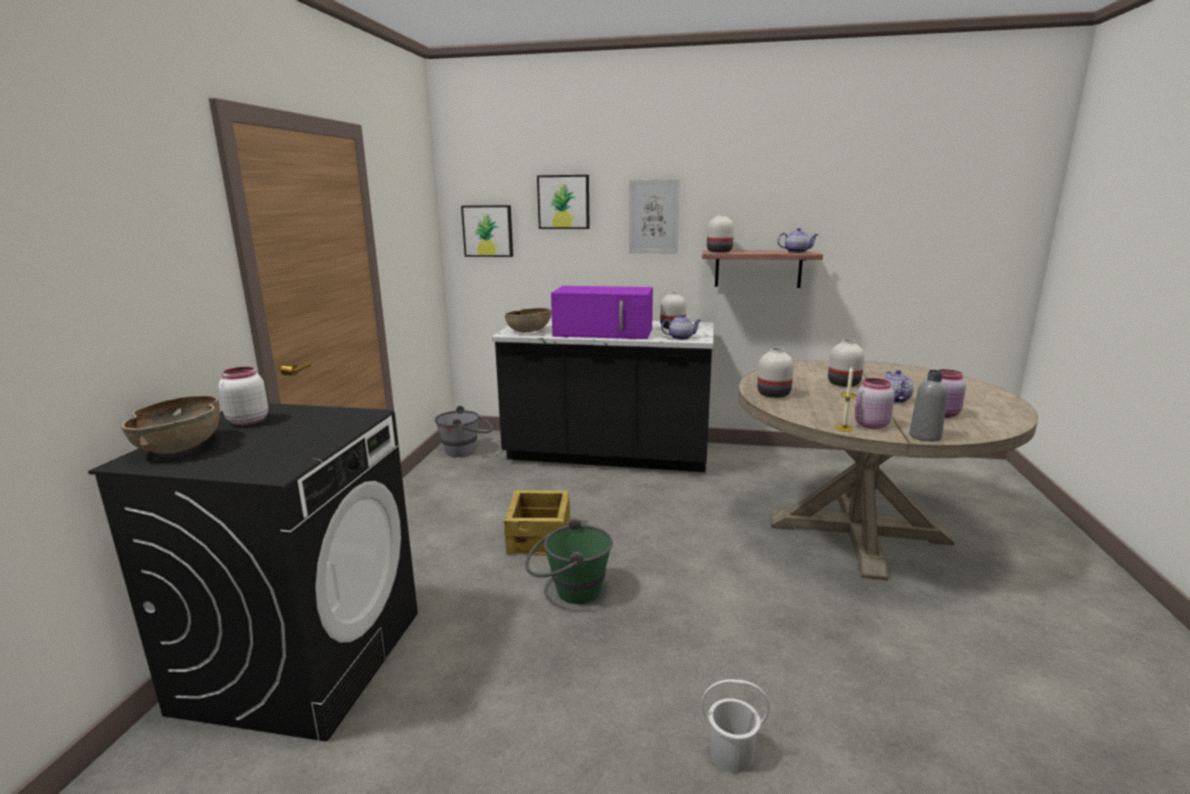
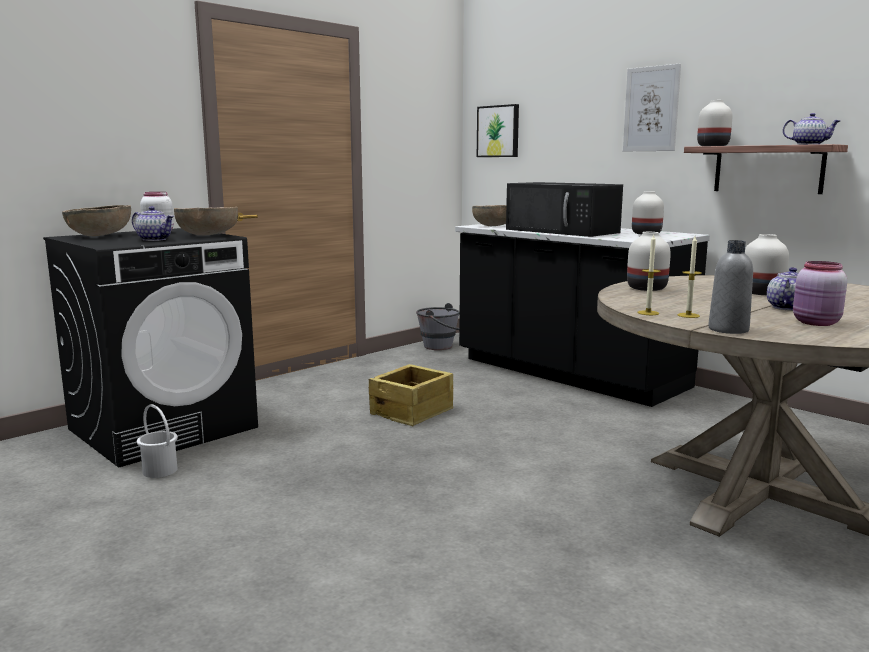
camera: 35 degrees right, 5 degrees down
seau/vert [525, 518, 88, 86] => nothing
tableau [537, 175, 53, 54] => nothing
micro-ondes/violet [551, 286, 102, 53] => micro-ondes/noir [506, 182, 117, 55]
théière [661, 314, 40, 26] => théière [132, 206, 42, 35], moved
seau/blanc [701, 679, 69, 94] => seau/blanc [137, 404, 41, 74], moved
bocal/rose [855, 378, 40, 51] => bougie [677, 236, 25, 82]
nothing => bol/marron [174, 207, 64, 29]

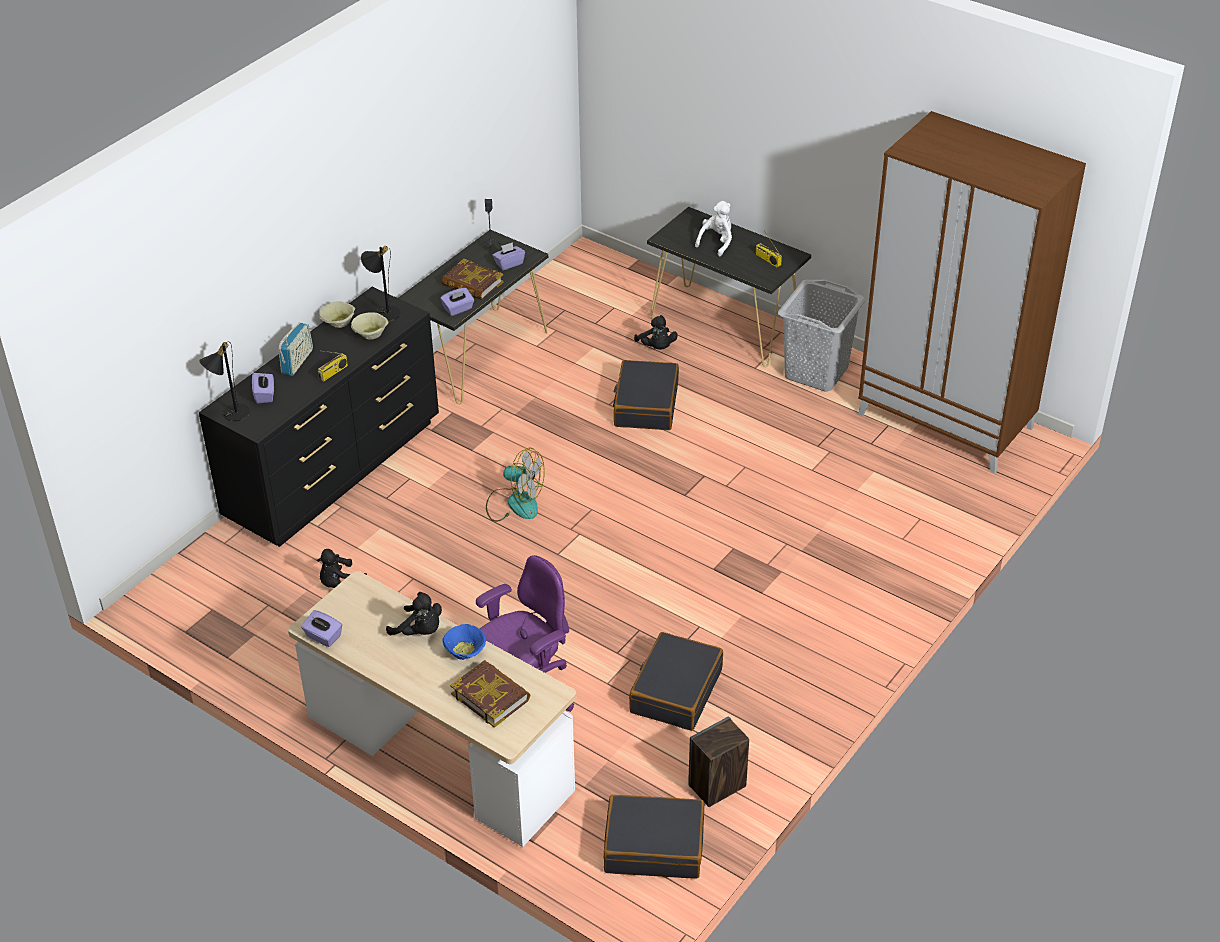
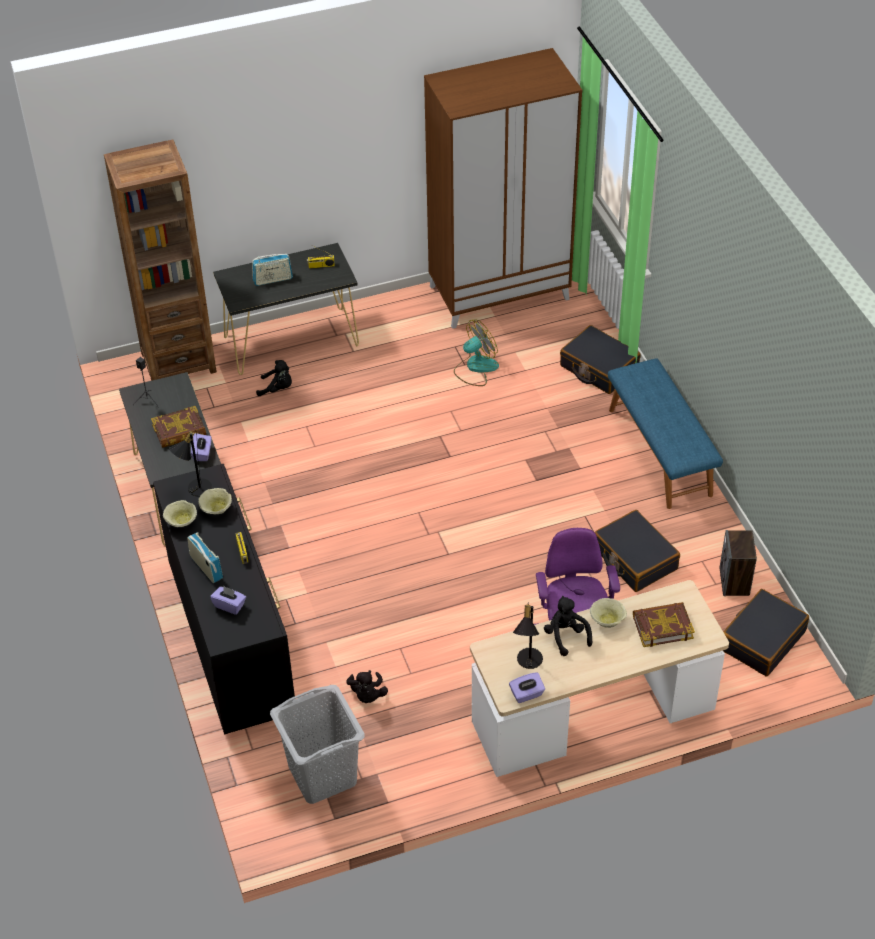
camera: 55 degrees left, 5 degrees up
lampe de table/noir [199, 342, 51, 79] => lampe de table/noir [513, 604, 30, 65], moved
peluche/noir [386, 592, 56, 43] => peluche/noir [544, 596, 48, 60], 90 degrees counterclockwise
bol/bleu [443, 624, 43, 36] => bol/beige [590, 598, 37, 30]
ventilateur [486, 447, 59, 75] => ventilateur [454, 320, 45, 66], moved
boîte à mouchoirs/violet [493, 242, 32, 28] => nothing
valise/noir [613, 360, 66, 70] => valise/noir [560, 325, 80, 69], moved
peluche/blanc [695, 201, 37, 55] => radio [252, 254, 41, 32]
panier à linge/gris [778, 279, 88, 113] => panier à linge/gris [270, 685, 95, 119], moved
nothing => bibliothèque/marron [104, 140, 113, 241]
nothing => banc/bleu [608, 358, 115, 151]

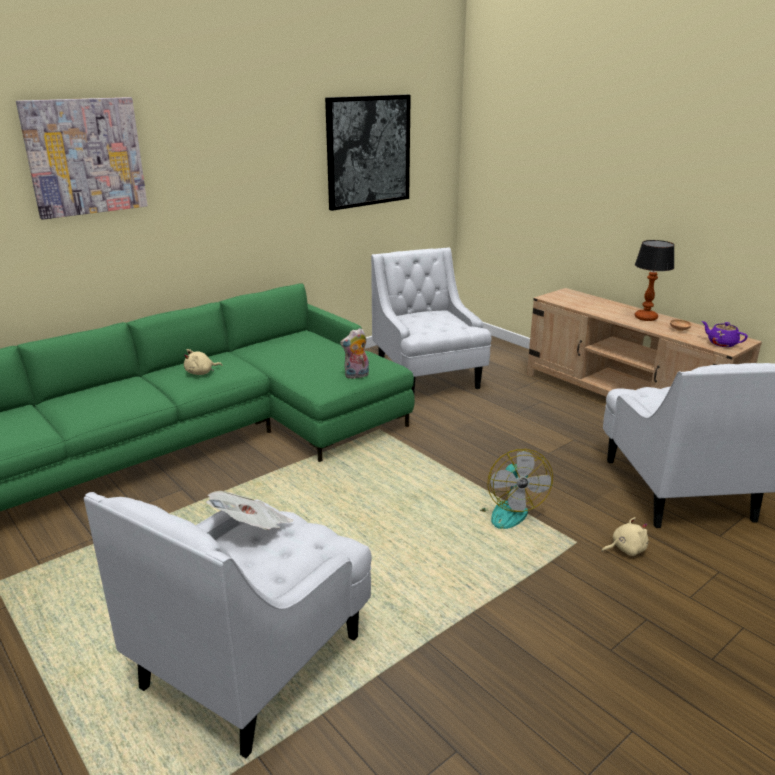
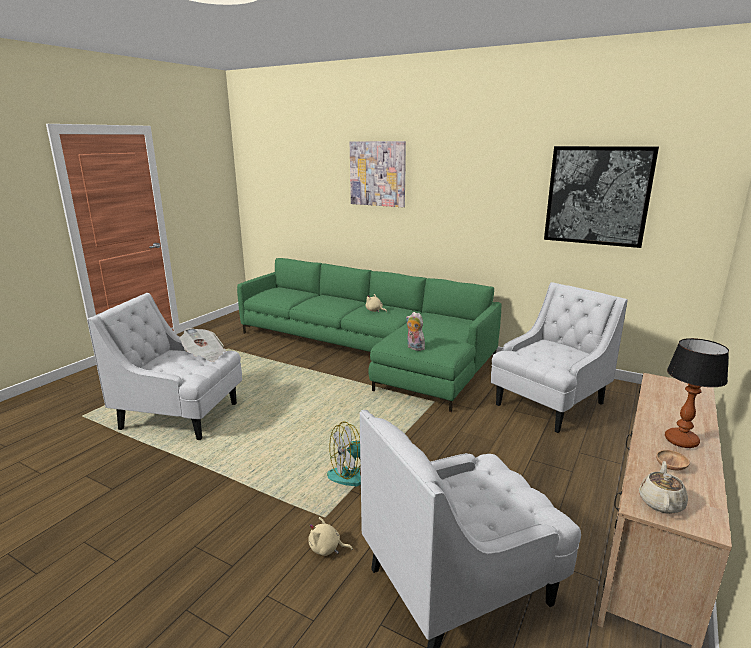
camera: 70 degrees right, 5 degrees down
peluche/beige [602, 517, 46, 39] => peluche/beige [308, 517, 45, 39], 135 degrees clockwise
théière/violet [702, 321, 46, 26] => théière/beige [639, 461, 49, 53]

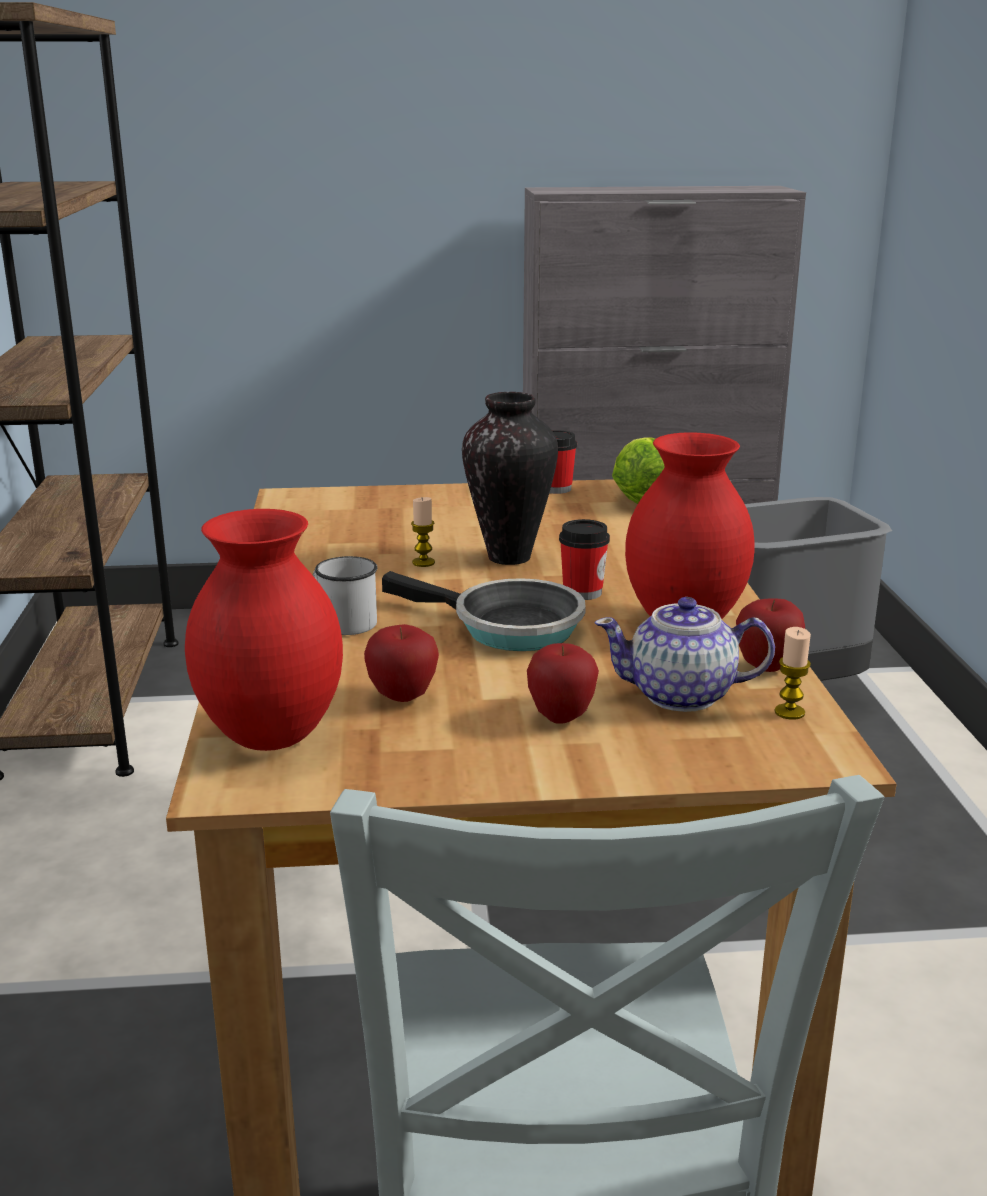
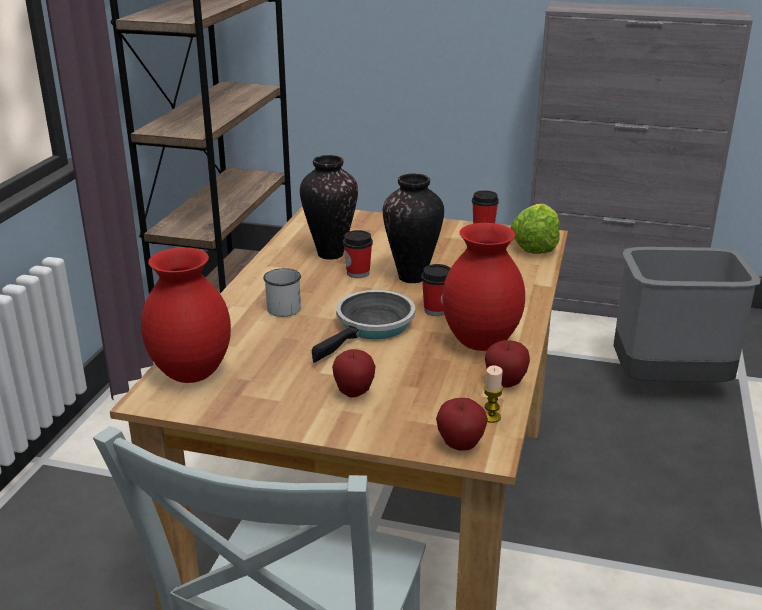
camera: 20 degrees right, 5 degrees up
pomme [364, 624, 75, 78] => pomme [436, 398, 52, 53], moved
poêle [382, 571, 204, 80] => poêle [312, 290, 103, 73], 105 degrees counterclockwise
bougie [411, 497, 24, 70] => tasse [343, 230, 30, 48]
théière [594, 597, 181, 115] => nothing
nothing => vase [300, 155, 58, 105]

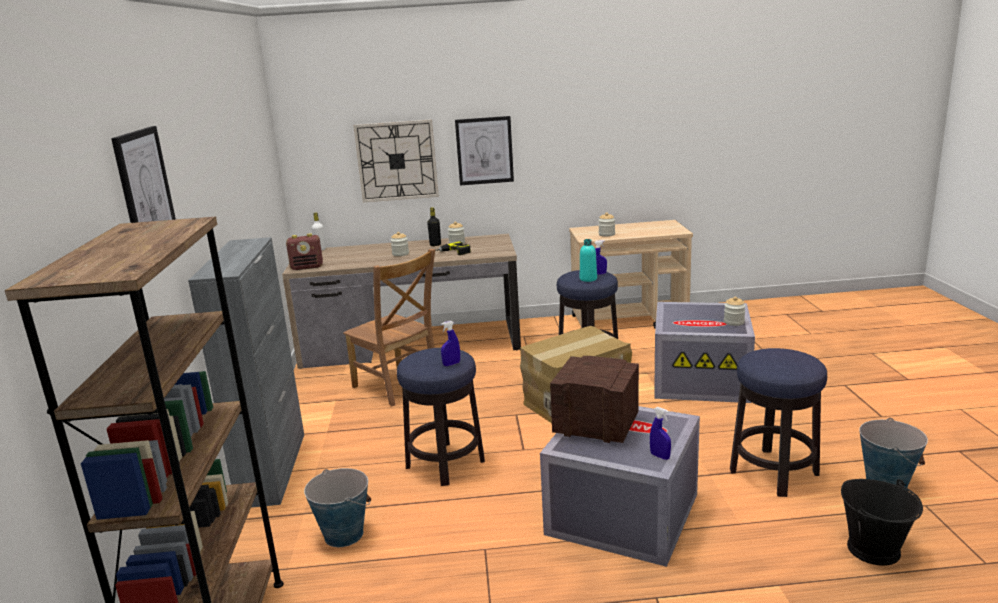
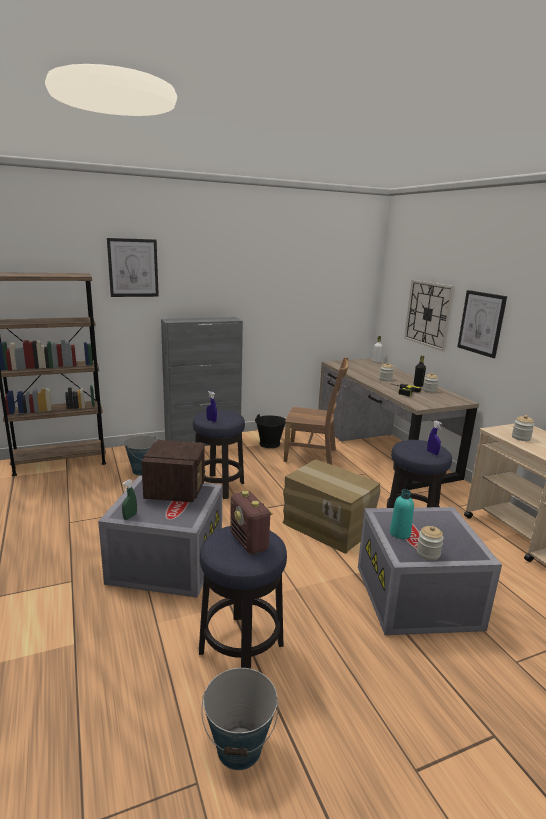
camera: 70 degrees right, 0 degrees up
radio [286, 233, 37, 37] => radio [230, 491, 43, 63], moved
chaise/marron [343, 249, 92, 157] => chaise/marron [284, 357, 65, 108], 105 degrees counterclockwise
bouteille/turquoise [580, 239, 17, 43] => bouteille/turquoise [390, 489, 24, 50], moved
vaporisateur/bleu [650, 407, 21, 53] => vaporisateur/vert [122, 479, 15, 41]
seau/noir [841, 479, 82, 87] => seau/noir [255, 414, 31, 34], moved

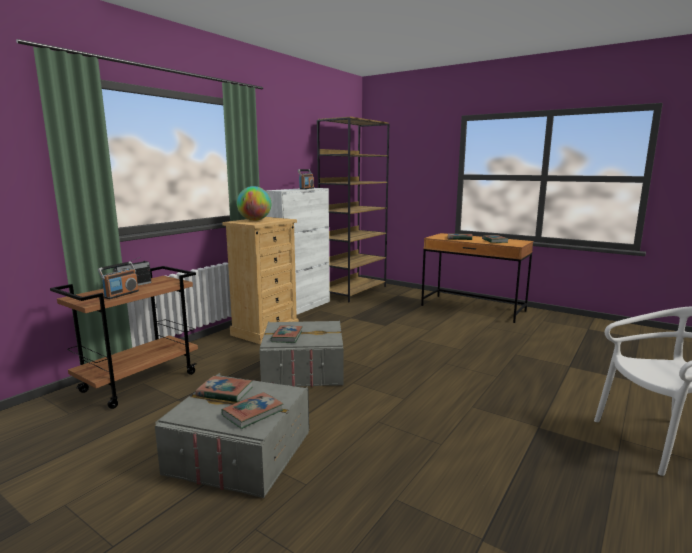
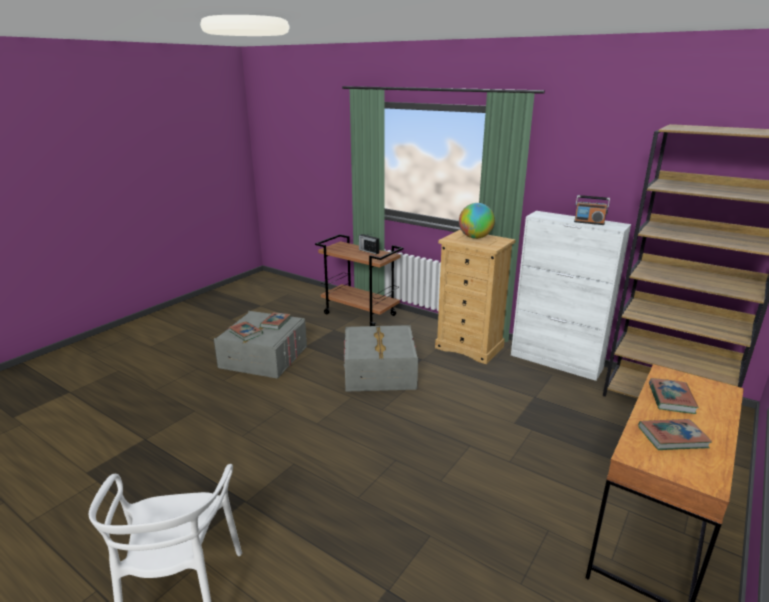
camera: 90 degrees right, 10 degrees up
radio [98, 261, 41, 38] => nothing
livre [270, 325, 33, 18] => nothing

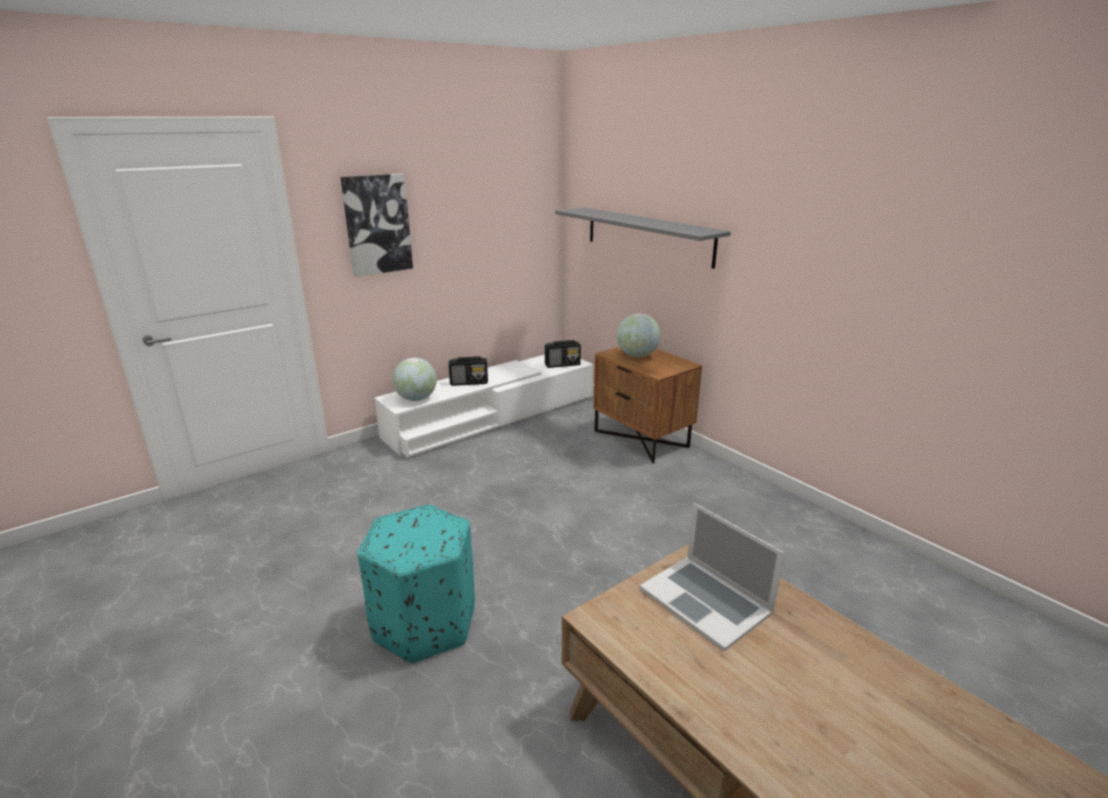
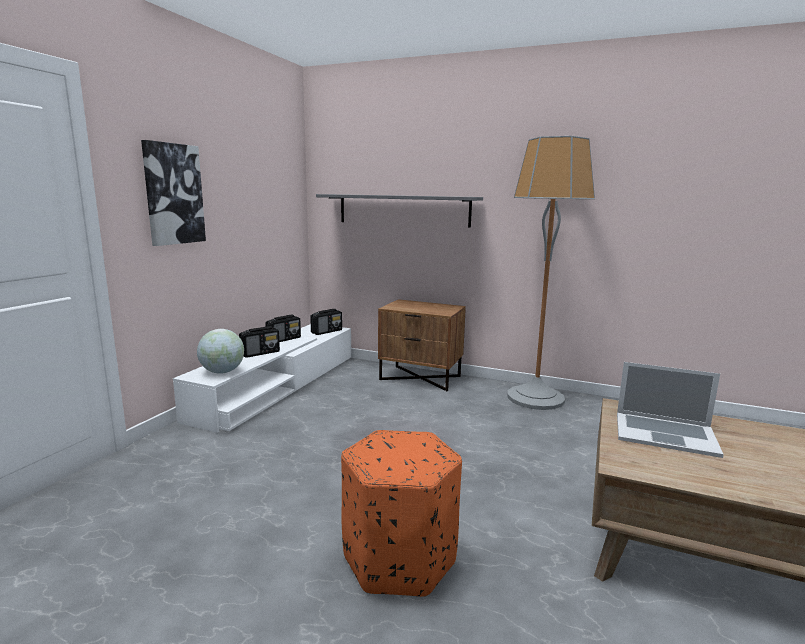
camera: 30 degrees left, 10 degrees down
pouf/turquoise [358, 504, 117, 160] => pouf/orange [341, 430, 121, 167]
globe [617, 313, 44, 45] => nothing
nothing => radio [265, 315, 36, 27]
nothing => lampadaire [508, 136, 87, 274]

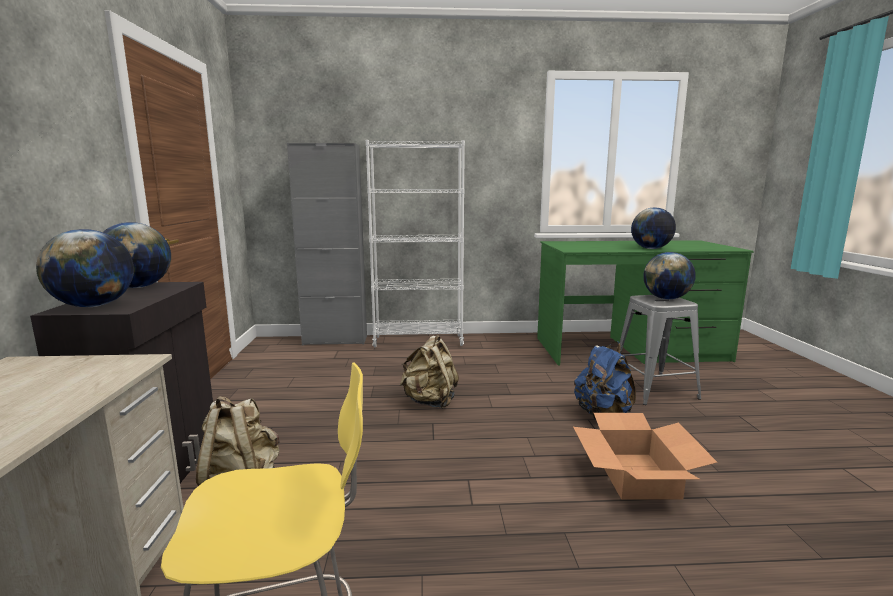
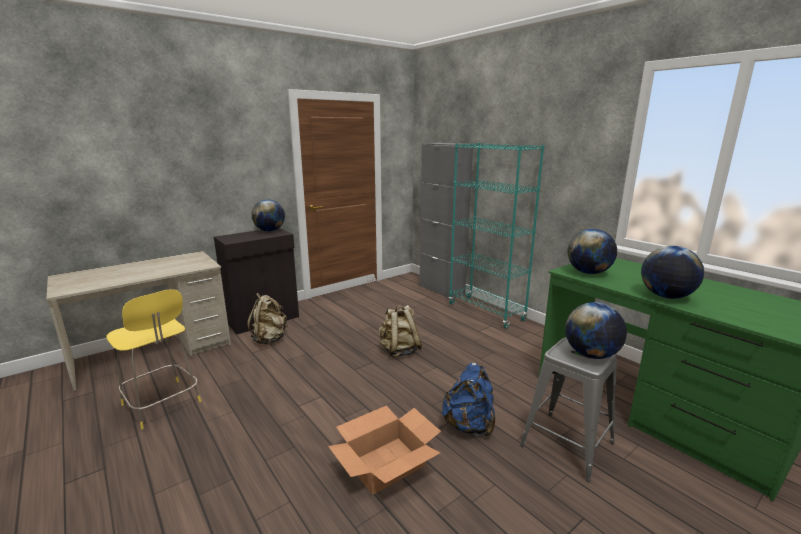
camera: 55 degrees right, 5 degrees up
globe [36, 229, 98, 78] => globe [568, 229, 49, 45], moved
bibliothèque/blanc [366, 140, 99, 208] => bibliothèque/turquoise [449, 143, 95, 186]

